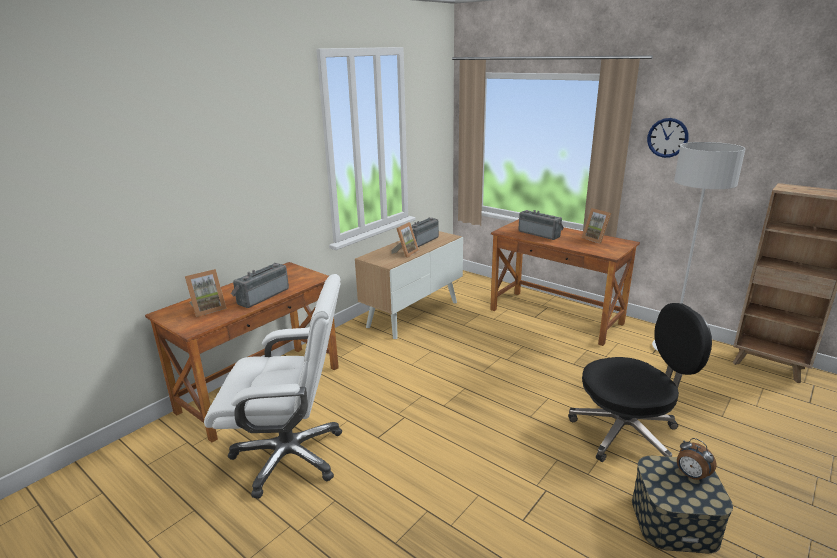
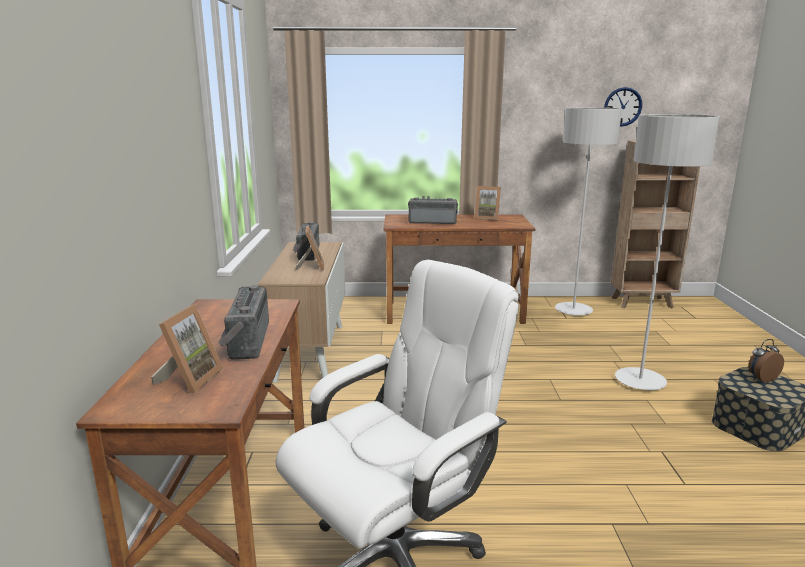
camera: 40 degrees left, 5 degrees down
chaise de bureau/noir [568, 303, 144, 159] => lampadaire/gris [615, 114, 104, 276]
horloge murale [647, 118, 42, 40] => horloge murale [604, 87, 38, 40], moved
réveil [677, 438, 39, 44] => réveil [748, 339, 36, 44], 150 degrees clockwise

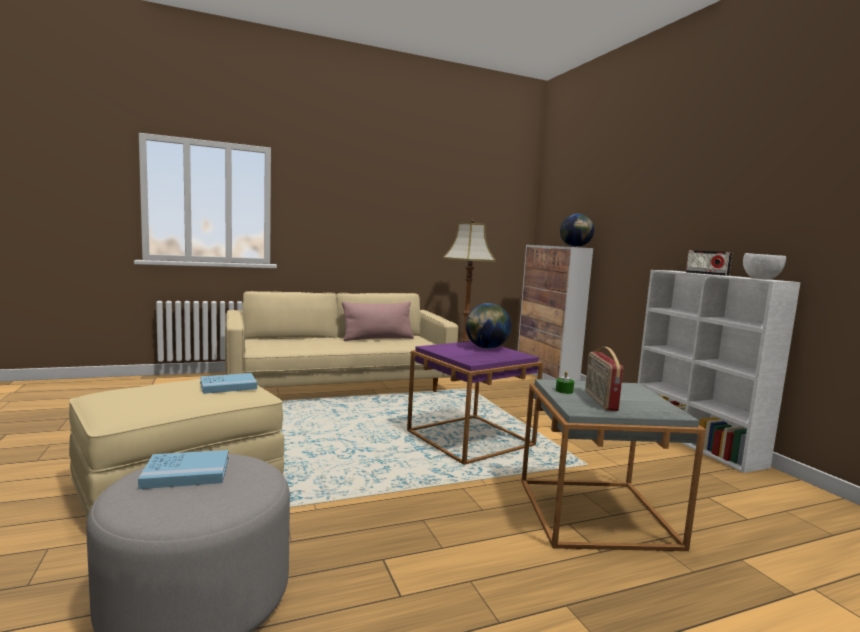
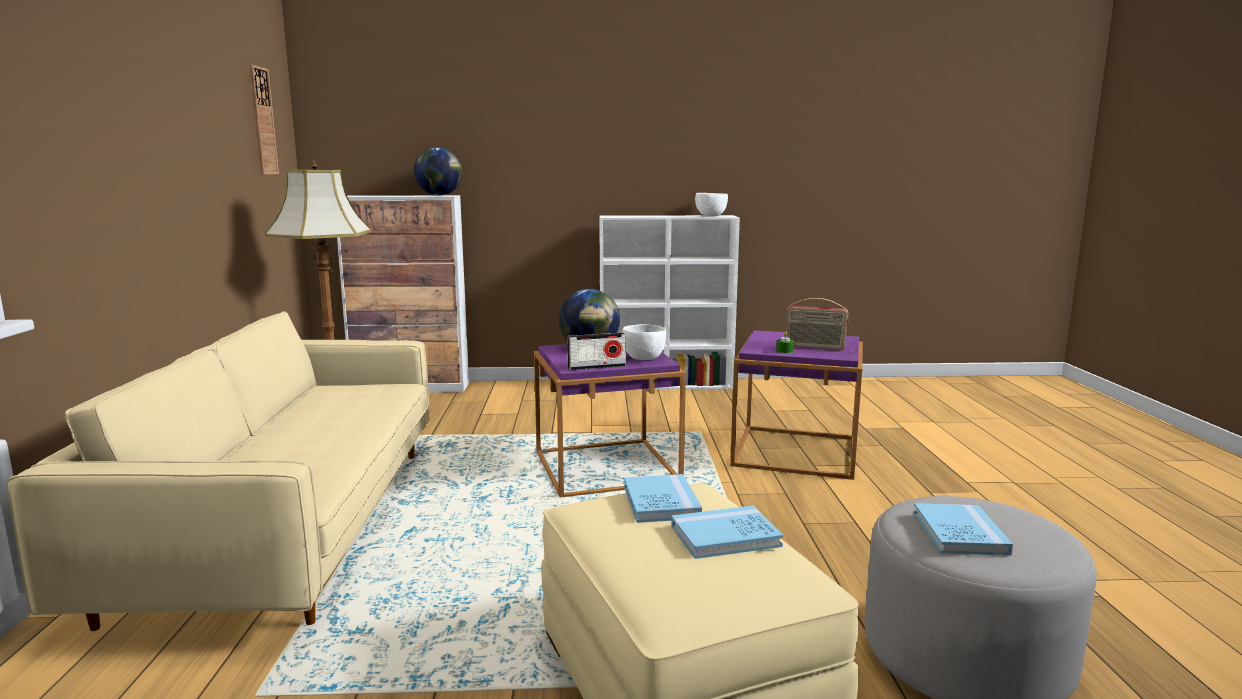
camera: 70 degrees left, 5 degrees up
coussin/rose [342, 302, 72, 39] => nothing
table d'appoint/gris [521, 379, 185, 172] => table d'appoint/violet [730, 330, 133, 150]
radio [686, 250, 46, 26] => radio [568, 333, 58, 37], moved
nothing => horloge murale [249, 65, 30, 110]
nothing => bol/blanc [622, 324, 44, 36]
nothing => livre/bleu [671, 506, 112, 53]

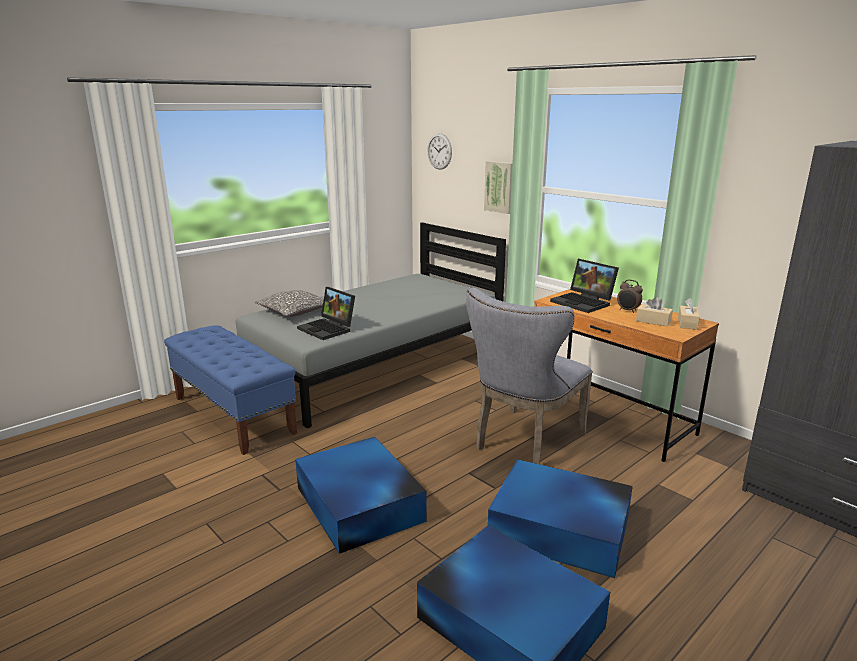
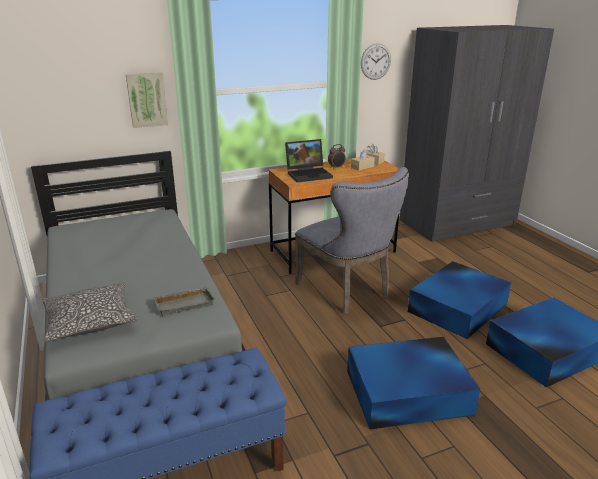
camera: 70 degrees left, 5 degrees up
ordinateur portable [297, 287, 58, 53] => plateau/gris [153, 287, 62, 29]
horloge murale [427, 133, 25, 37] => horloge murale [361, 43, 30, 37], moved

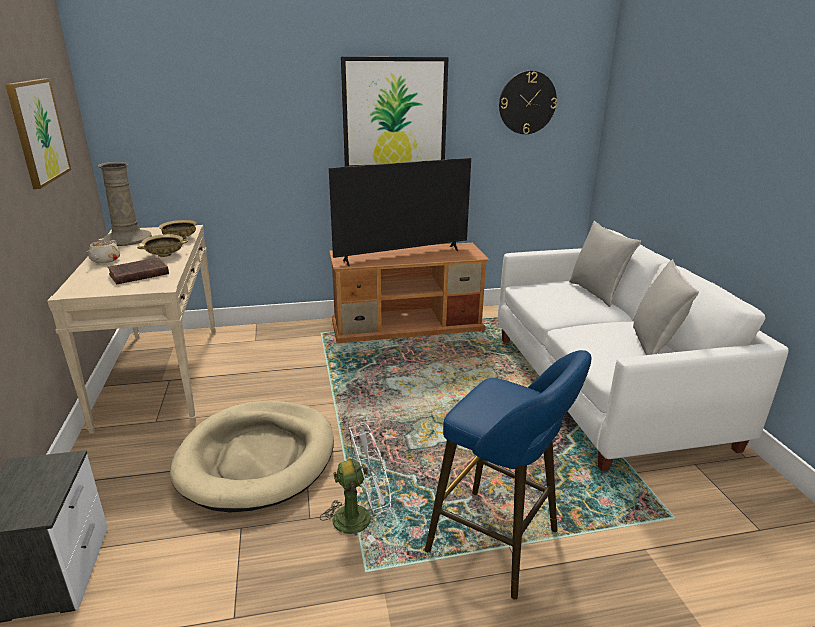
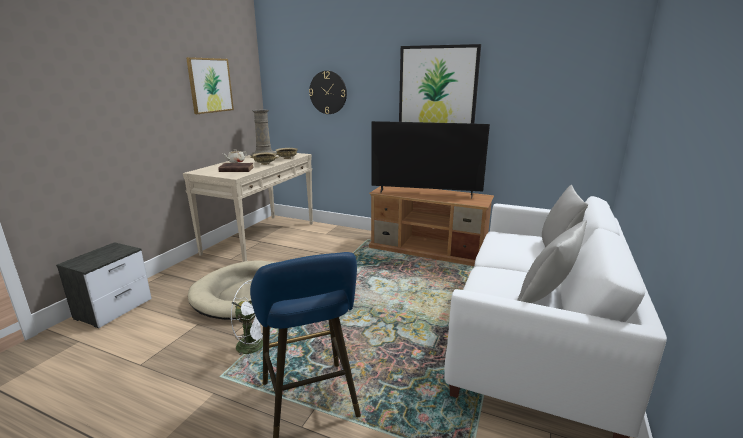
camera: 35 degrees right, 5 degrees down
horloge murale [499, 71, 58, 63] => horloge murale [309, 71, 38, 43], moved

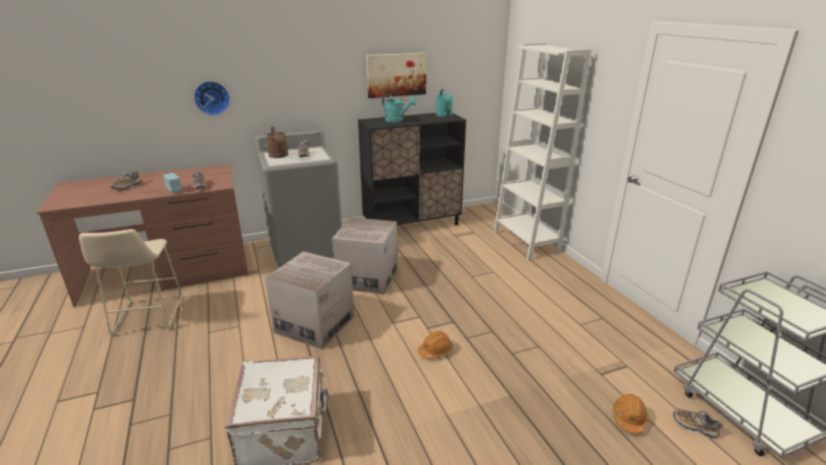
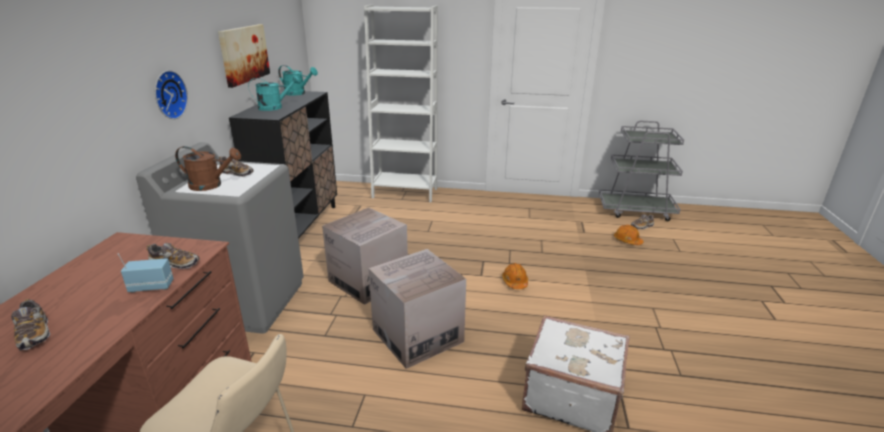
camera: 60 degrees left, 0 degrees up
horloge murale [194, 81, 36, 35] => horloge murale [155, 70, 33, 49], moved

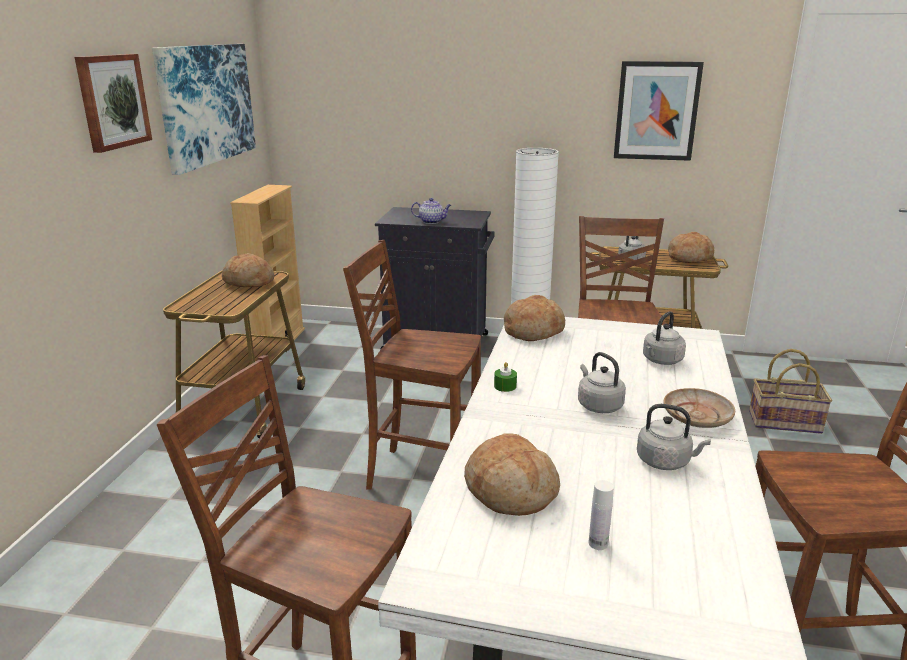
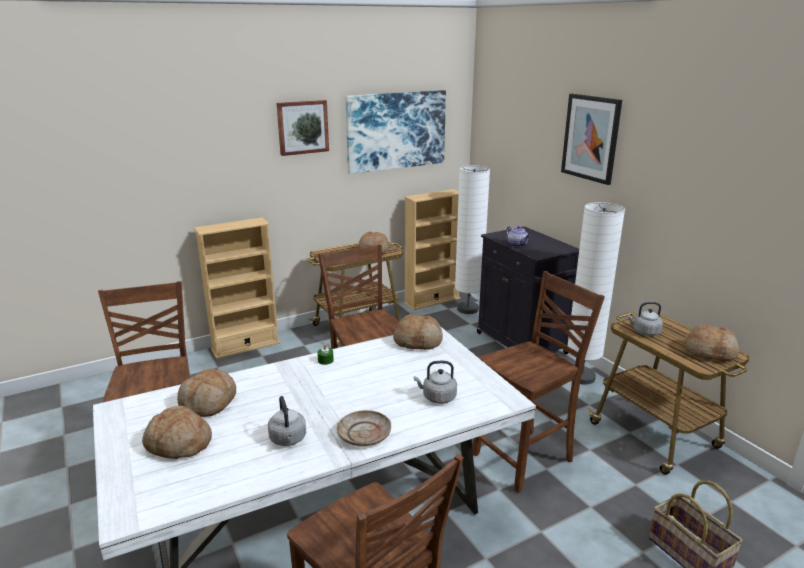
camera: 50 degrees right, 0 degrees up
bouilloire/gris [578, 352, 48, 61] => nothing
bouteille/blanc [589, 480, 25, 70] => pain [142, 406, 70, 53]
tableau [614, 61, 90, 100] => tableau [561, 94, 61, 91], moved
nothing => bibliothèque/beige [194, 218, 86, 141]
nothing => lampadaire/blanc [455, 166, 35, 148]

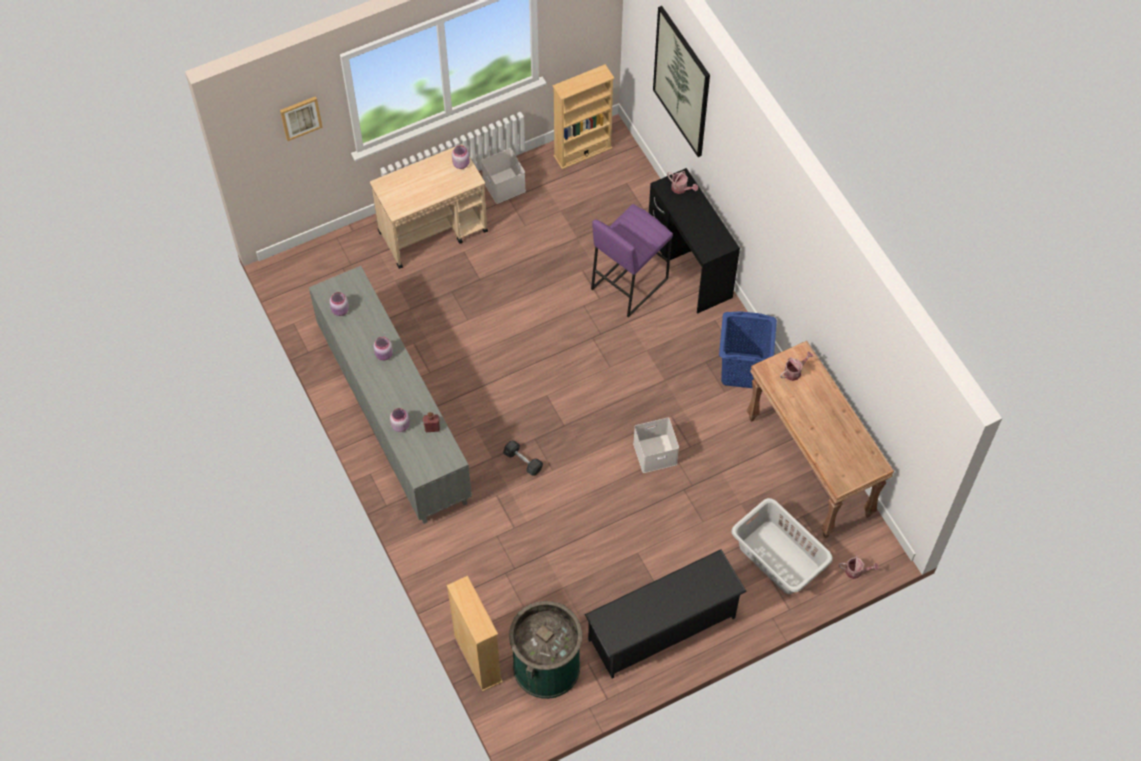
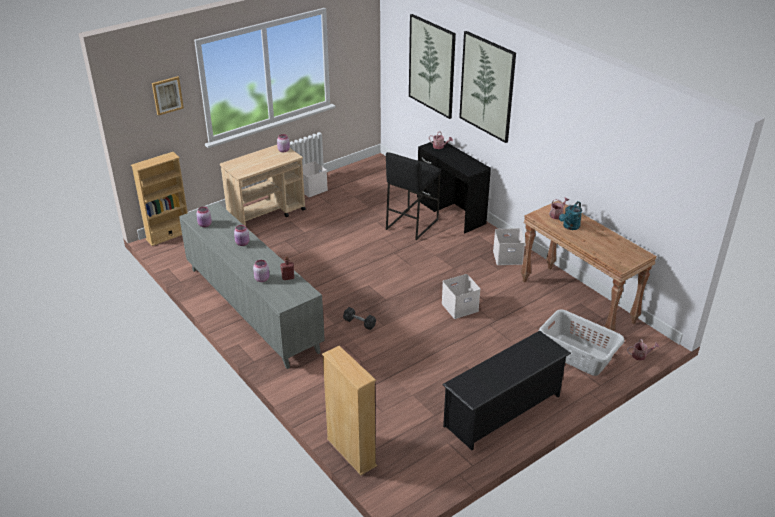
camera: 10 degrees left, 25 degrees down
poubelle/vert [509, 601, 73, 98] => nothing
bibliothèque/beige [553, 64, 62, 105] => bibliothèque/beige [131, 152, 57, 94], moved
tabouret/violet [591, 204, 82, 113] => tabouret/noir [386, 152, 55, 88]
panier à linge/bleu [719, 311, 58, 77] => boîte de rangement/blanc [493, 228, 32, 37]
nothing => tableau [459, 31, 57, 112]
nothing => arrosoir/turquoise [559, 201, 23, 29]

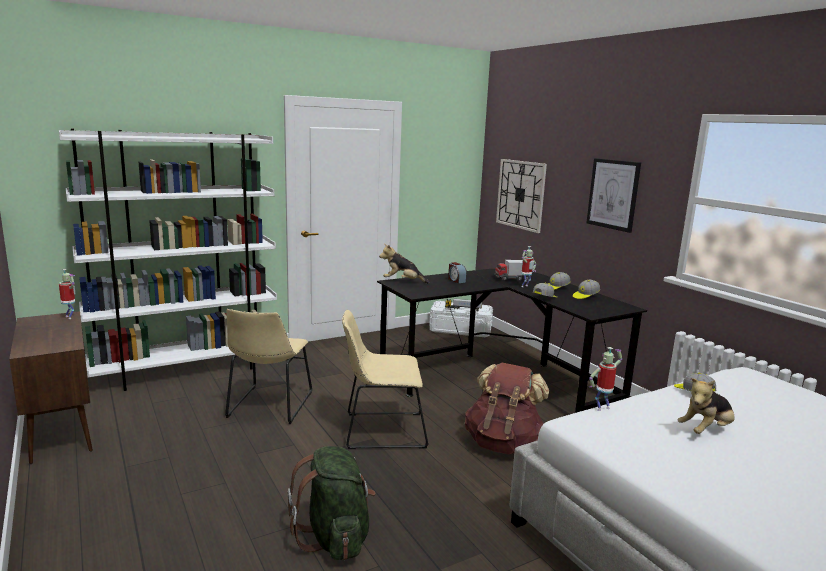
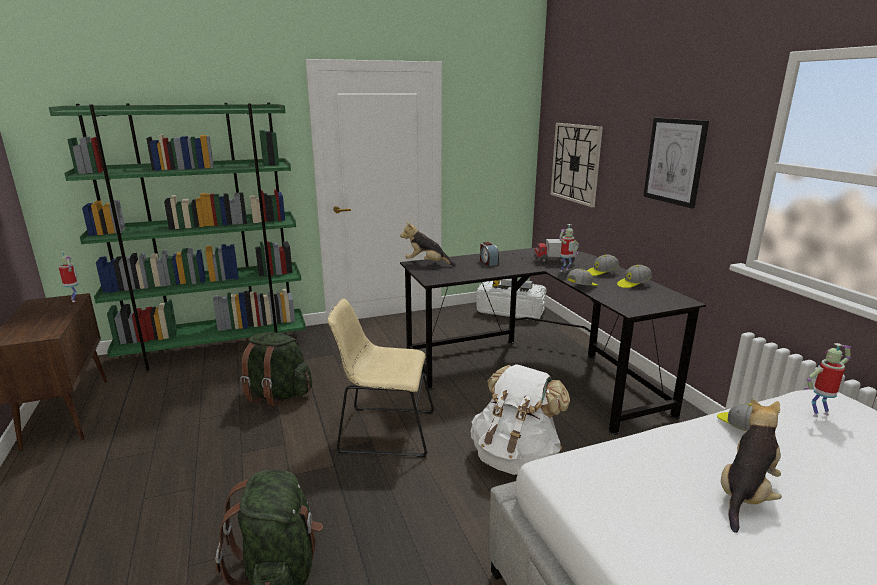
camera: 10 degrees right, 5 degrees up
bibliothèque/blanc [59, 129, 218, 262] => bibliothèque/vert [49, 103, 257, 268]
chaise/beige [225, 309, 88, 115] => sac à dos/vert [240, 332, 72, 74]
sac à dos/marron [465, 363, 84, 91] => sac à dos/blanc [471, 364, 99, 111]
robot jouet [589, 347, 33, 64] => robot jouet [805, 343, 46, 74], moved
peluche [677, 378, 57, 56] => peluche [721, 398, 61, 135], 150 degrees clockwise

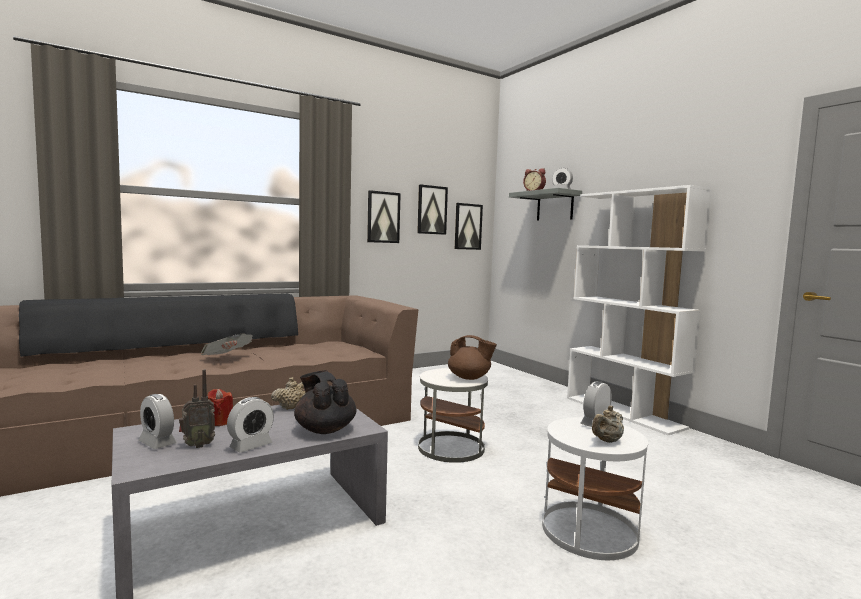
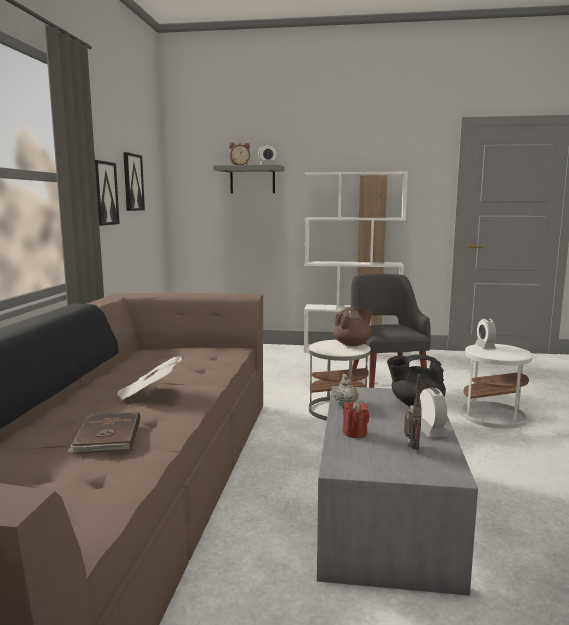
camera: 50 degrees left, 5 degrees up
réveil [139, 394, 38, 55] => nothing
tableau [455, 203, 28, 47] => nothing
théière/beige [592, 406, 32, 37] => nothing
nothing => livre/marron [67, 412, 73, 42]
nothing => fauteuil/gris [351, 274, 80, 114]

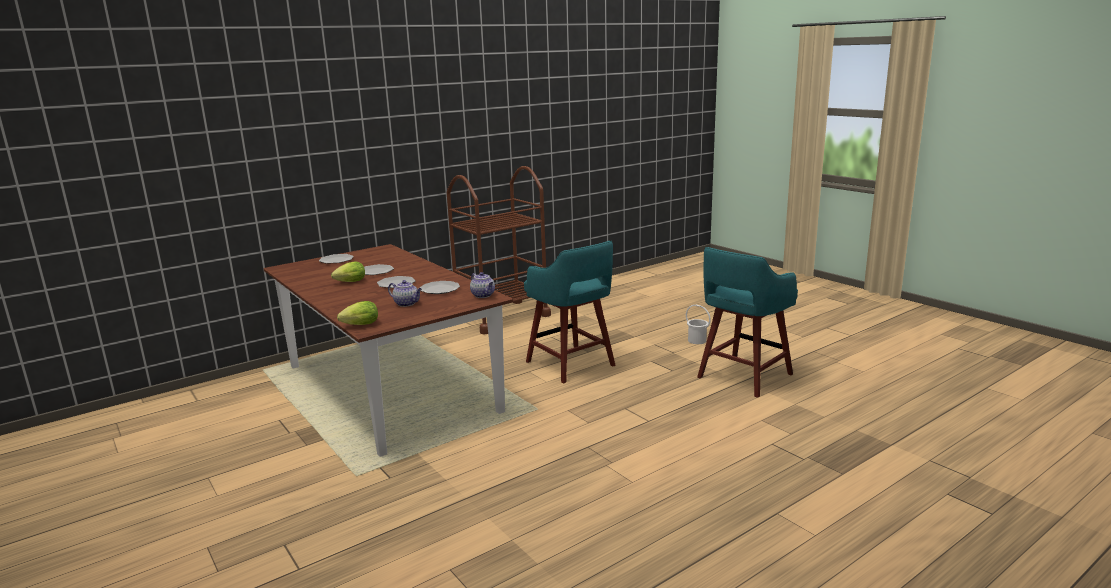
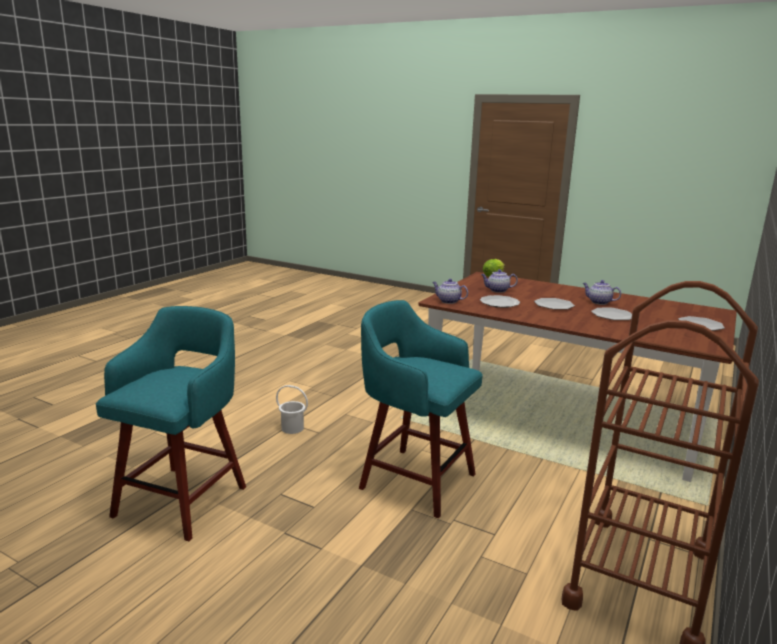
camera: 155 degrees right, 0 degrees up
laitue [331, 262, 34, 20] => théière [583, 280, 38, 25]
seau/blanc [686, 305, 25, 39] => seau/blanc [276, 385, 32, 49], moved

